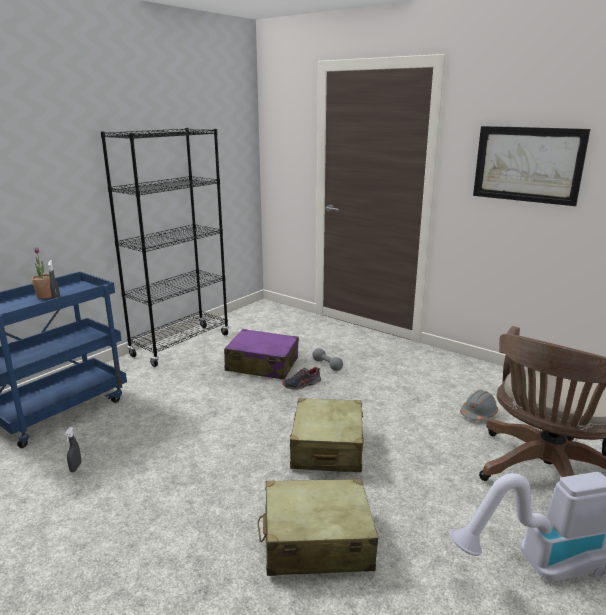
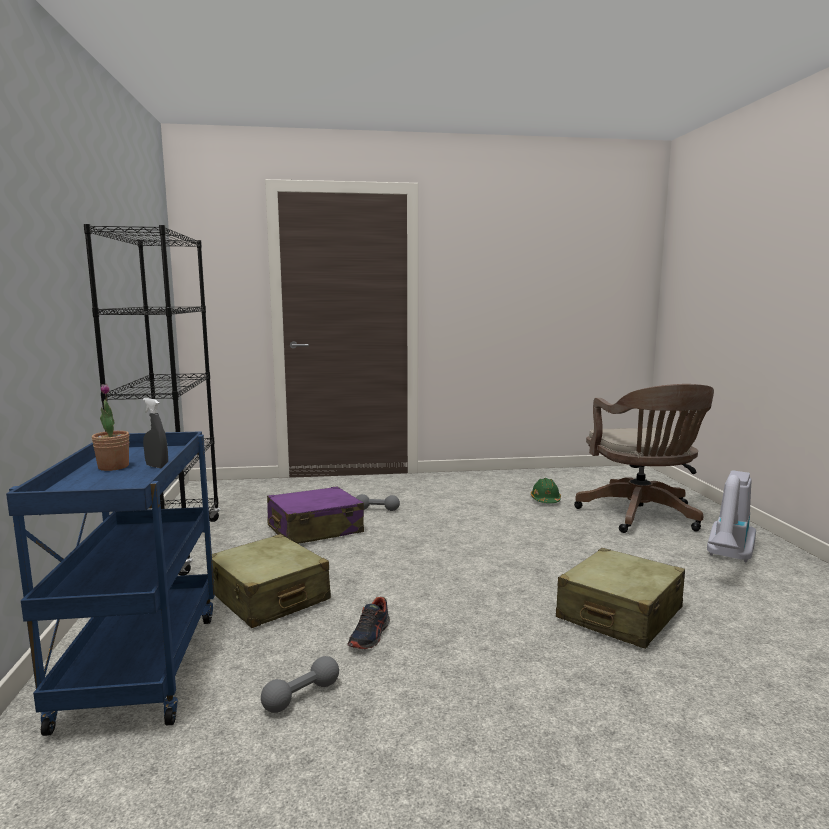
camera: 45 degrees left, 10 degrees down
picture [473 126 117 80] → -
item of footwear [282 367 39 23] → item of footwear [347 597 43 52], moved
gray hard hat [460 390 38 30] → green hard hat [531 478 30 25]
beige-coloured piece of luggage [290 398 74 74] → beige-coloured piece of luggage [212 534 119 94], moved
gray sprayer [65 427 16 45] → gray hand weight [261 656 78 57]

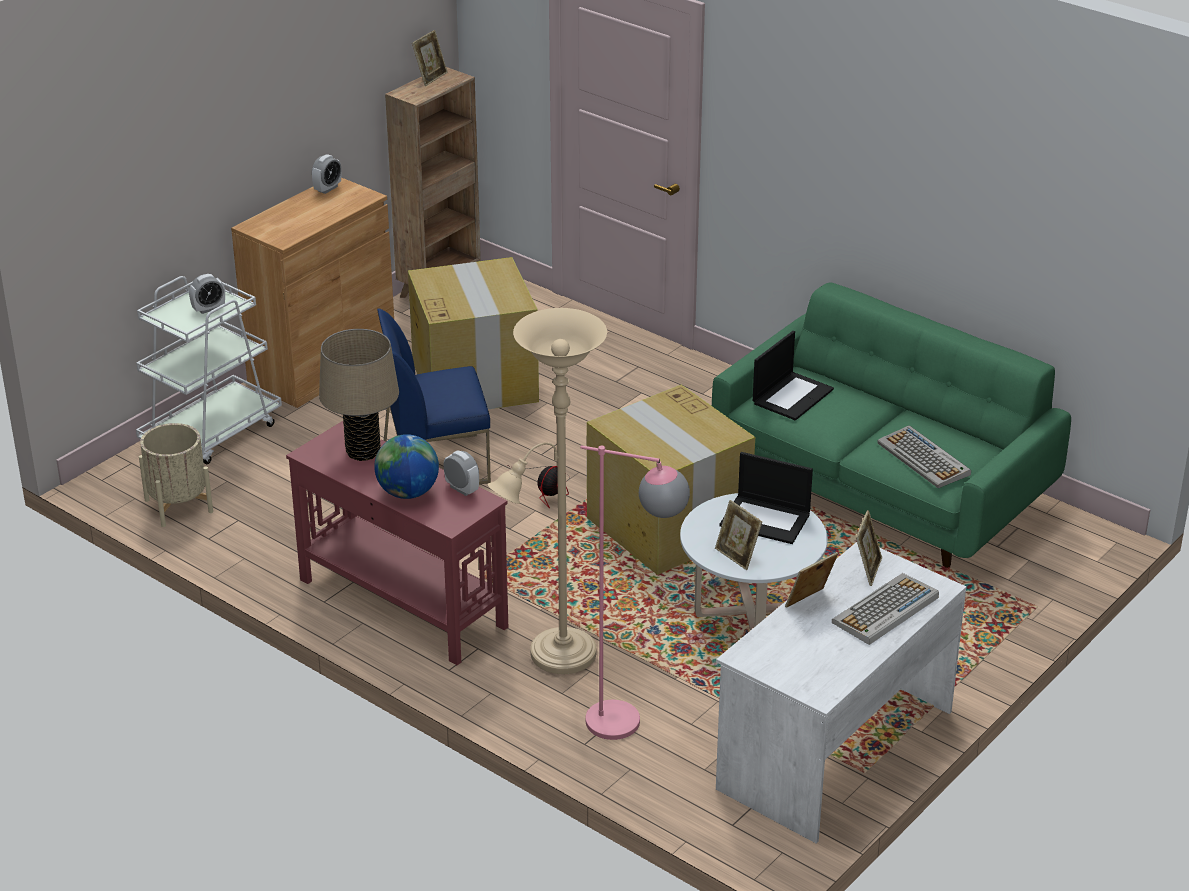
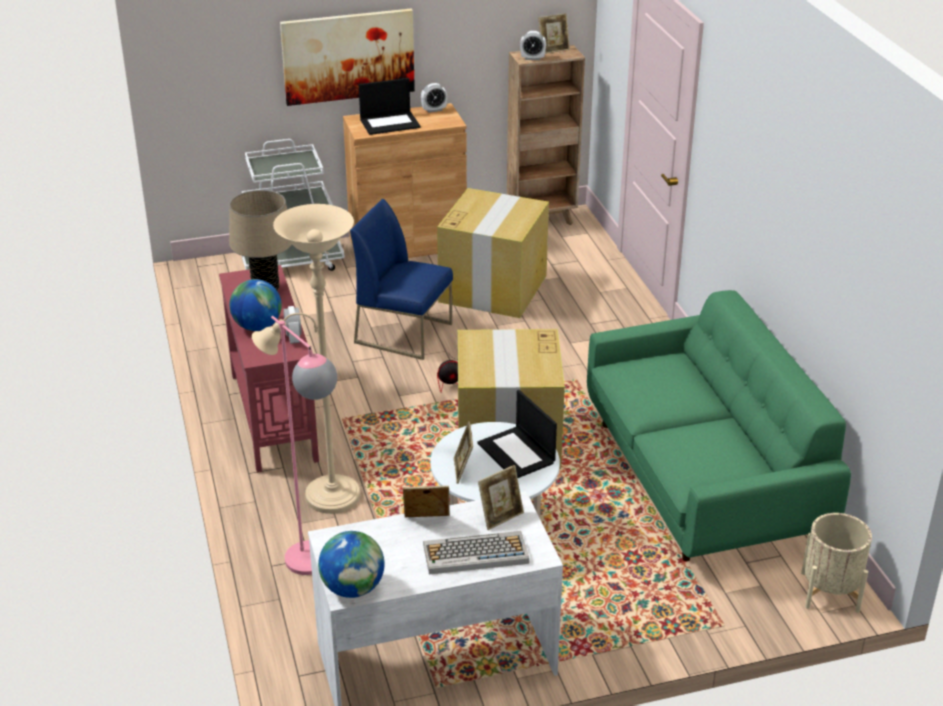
camera: 35 degrees right, 0 degrees up
bedside clock [189 274 36 40] → bedside clock [520 31 26 29], moved
notebook computer [753 331 81 89] → notebook computer [359 78 62 57], moved
beige-coloured plant pot [139 423 74 104] → beige-coloured plant pot [801 513 71 100], moved
PC keyboard [877 425 94 63] → -
- → picture [280 9 135 97]
- → world globe [318 531 67 67]

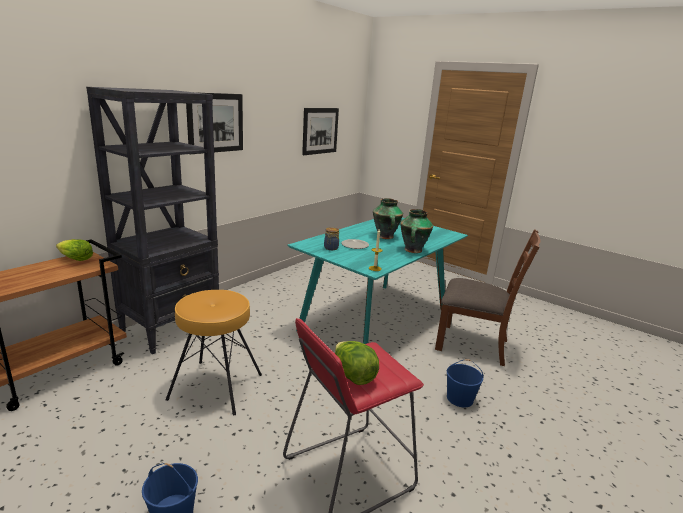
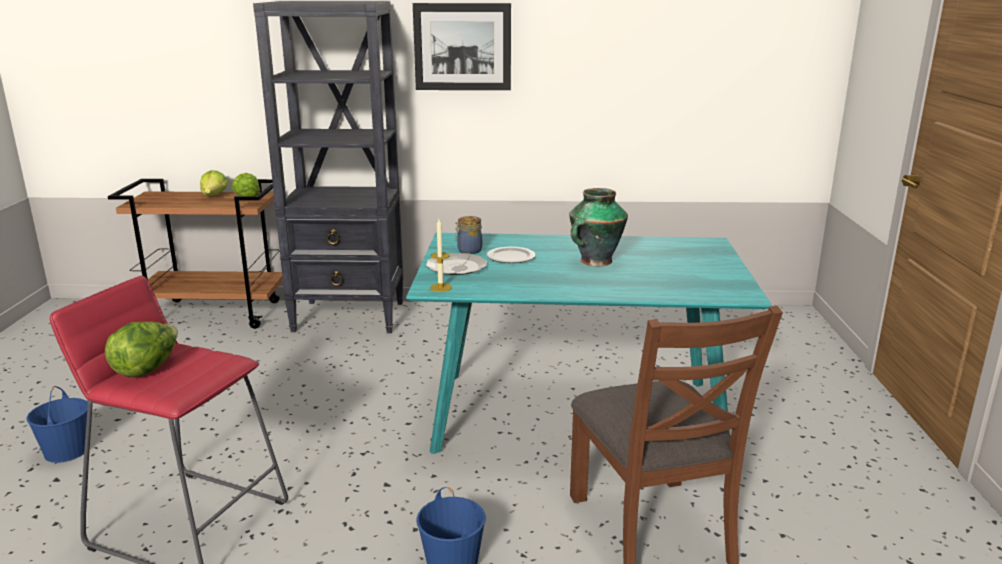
camera: 55 degrees right, 0 degrees up
picture [302 108 37 47] → -
vase [400 209 33 44] → -
brownish stool seat [166 290 96 125] → -
- → head of lettuce [200 170 28 26]
- → plate [426 253 61 22]

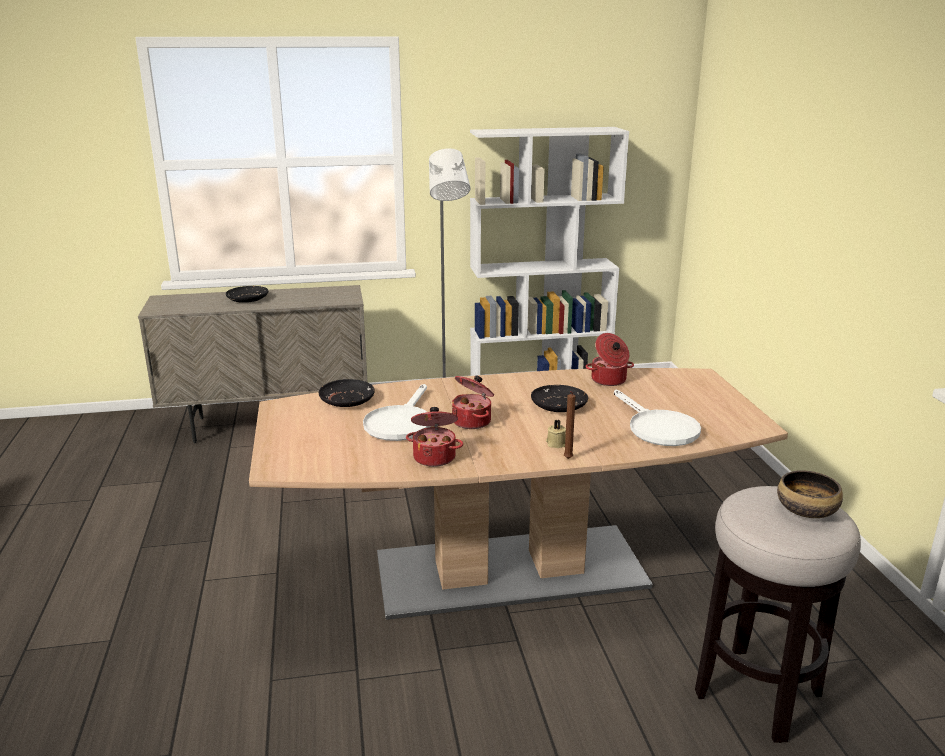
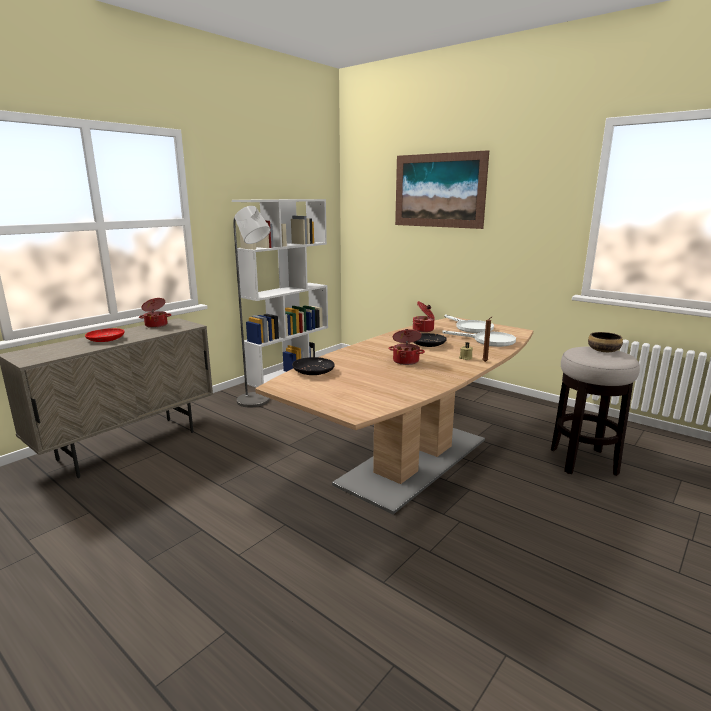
camera: 40 degrees left, 5 degrees down
black plate [226 286 42 17] → red-coloured plate [85 328 39 14]
white skillet [363 384 68 57] → white skillet [445 314 49 19], moved
stockpot [406 407 57 60] → stockpot [139 298 32 30], moved
- → picture [395 150 94 79]

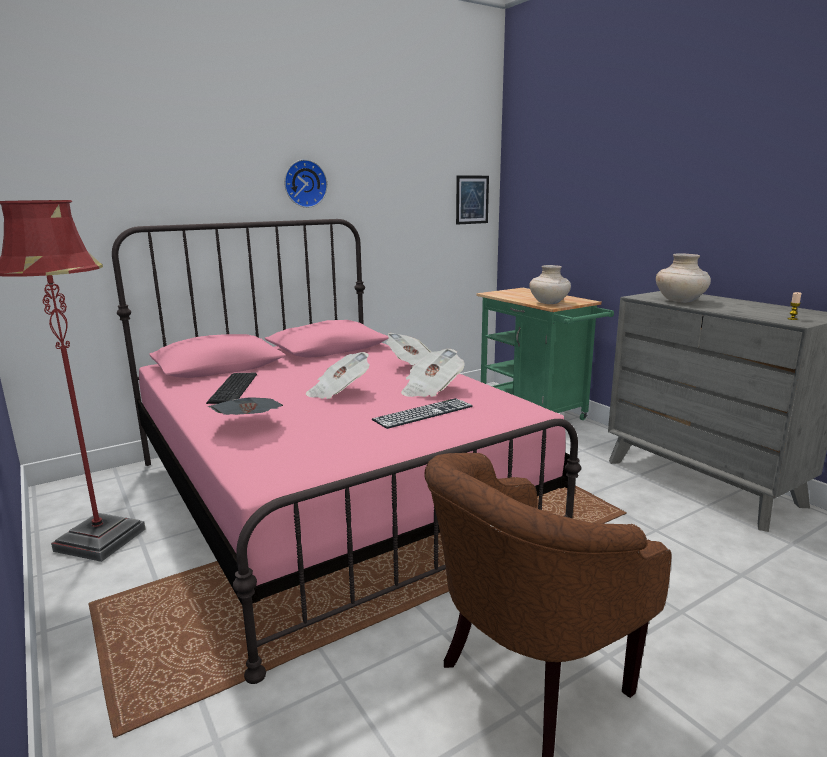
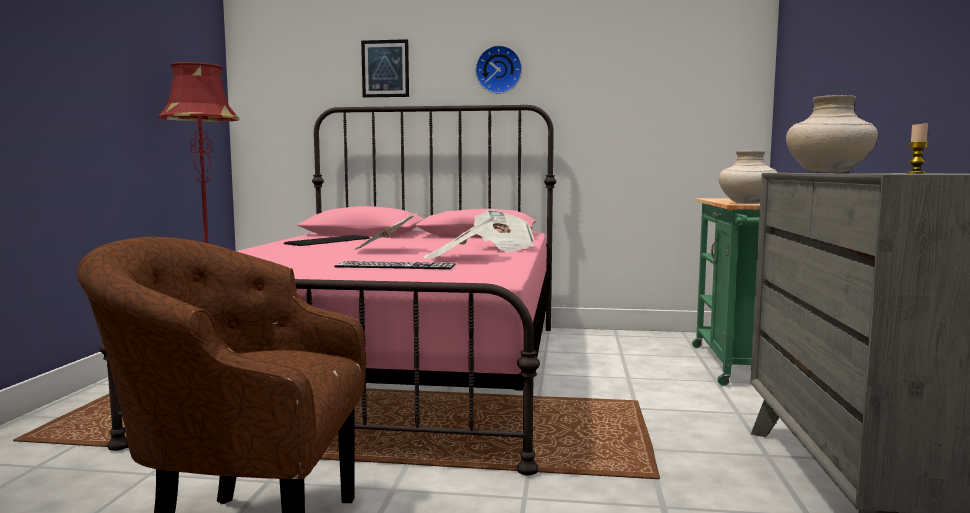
camera: 40 degrees right, 10 degrees down
picture [456 176 33 49] → picture [361 39 48 59], moved
daily paper [207 397 76 18] → -

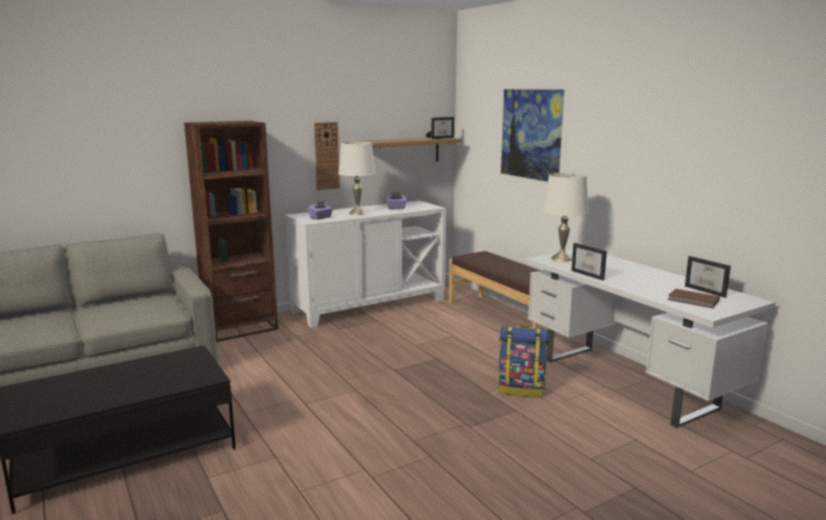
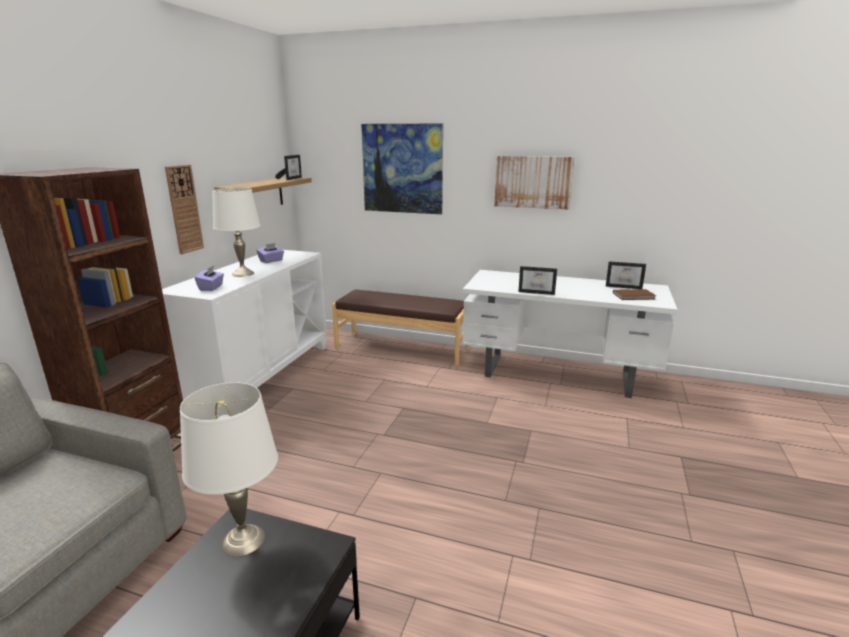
camera: 40 degrees left, 5 degrees up
white lamp for a table [542 173 47 89] → white lamp for a table [180 382 98 174], moved
backpack [498 325 50 72] → -
- → picture [494 156 80 54]

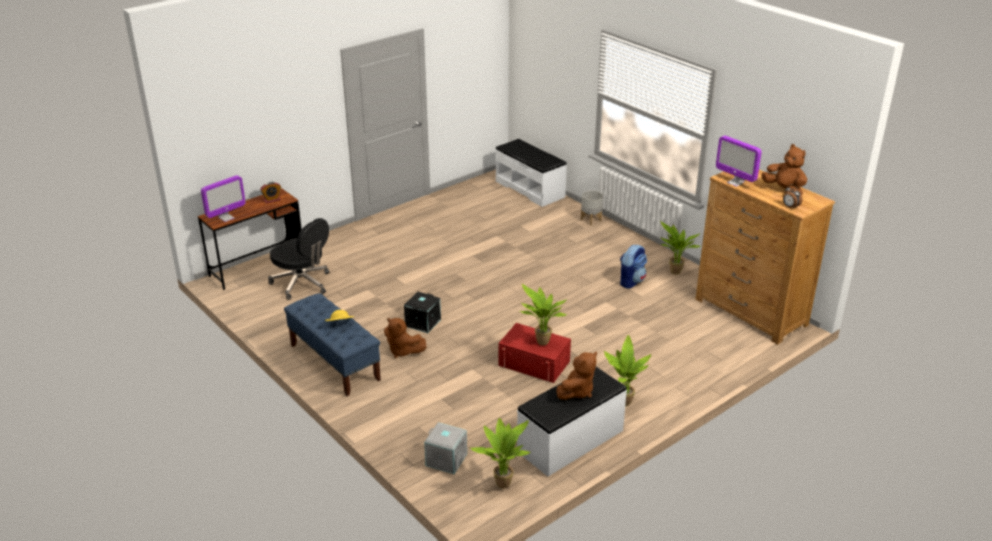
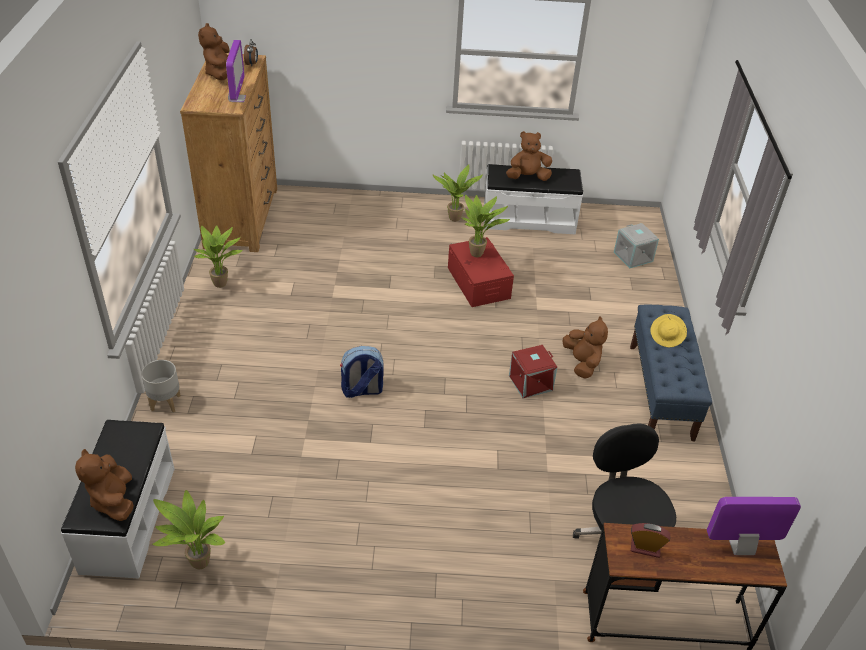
camera: 140 degrees left, 10 degrees up
backpack [620 244 27 44] → backpack [340 346 44 52], moved
black storage bin [404 292 37 41] → red-coloured storage bin [509 345 48 53]
potted plant [470 418 61 71] → potted plant [152 490 73 79], moved
- → brownish plush toy [75 449 59 72]

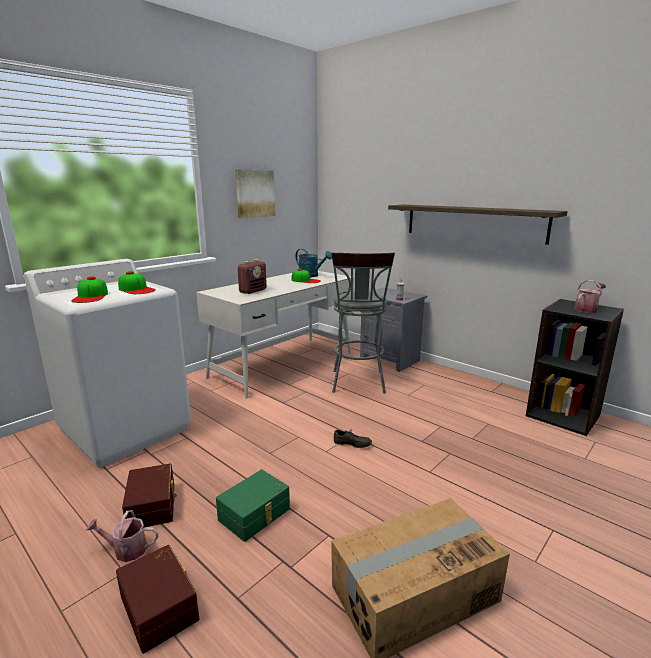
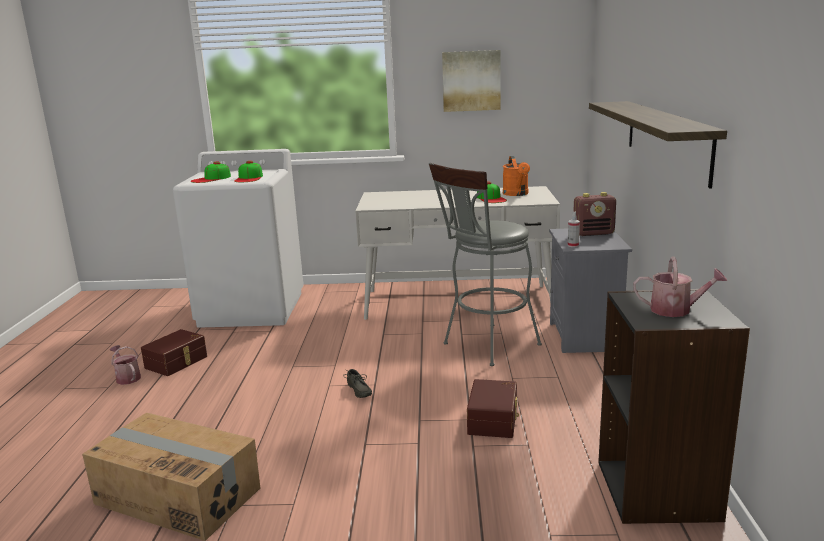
camera: 50 degrees right, 0 degrees up
turquoise-coloured watering can [295 249 37 28] → orange watering can [503 156 27 40]
radio set [237 259 30 35] → radio set [573 192 43 44], moved
green storage bin [216 470 74 72] → -
brownish storage bin [116 545 83 109] → brownish storage bin [467 379 52 59], moved

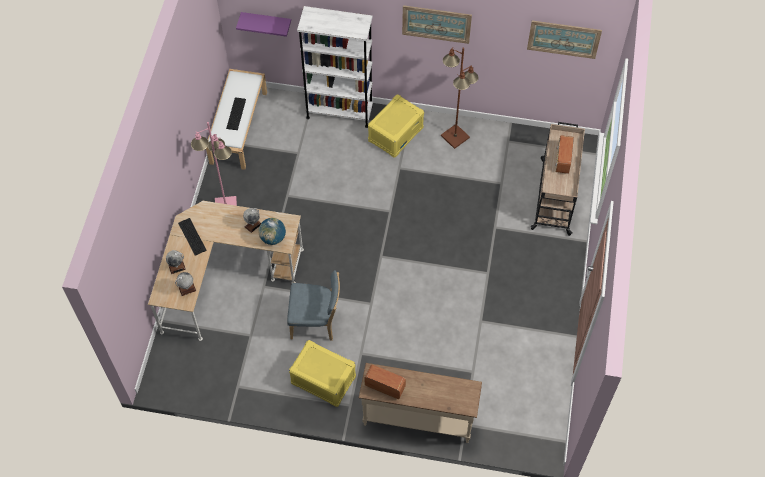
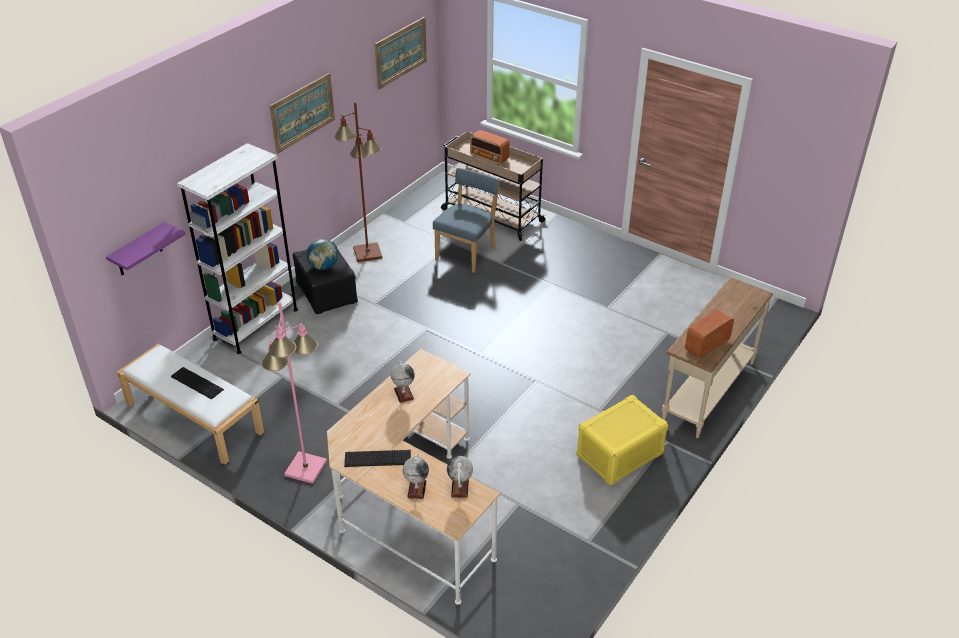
camera: 65 degrees left, 20 degrees down
yellowish storage bin [368 94 56 63] → black storage bin [292 242 66 72]
world globe [258 218 28 27] → world globe [306 239 32 31], moved
blue-coloured upright chair [287 270 53 71] → blue-coloured upright chair [433 168 67 105], moved

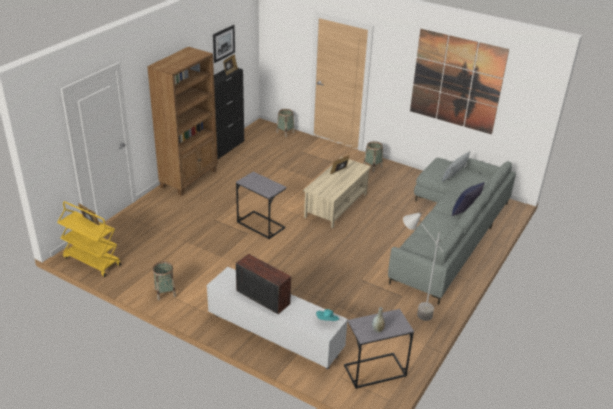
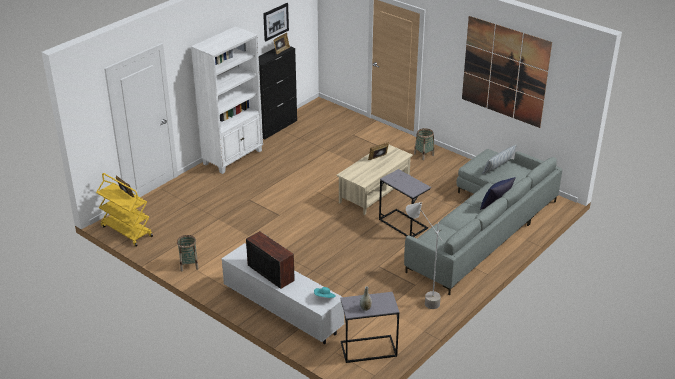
camera: 10 degrees right, 0 degrees up
brownish bookshelf [147 46 71 150] → white bookshelf [191 26 72 148]
household basket [276 109 19 28] → -
gray end table [236 172 51 67] → gray end table [379 169 52 68], moved

